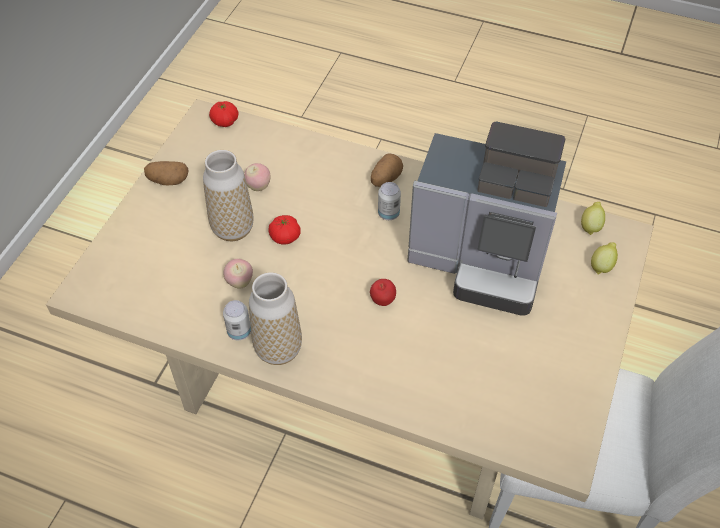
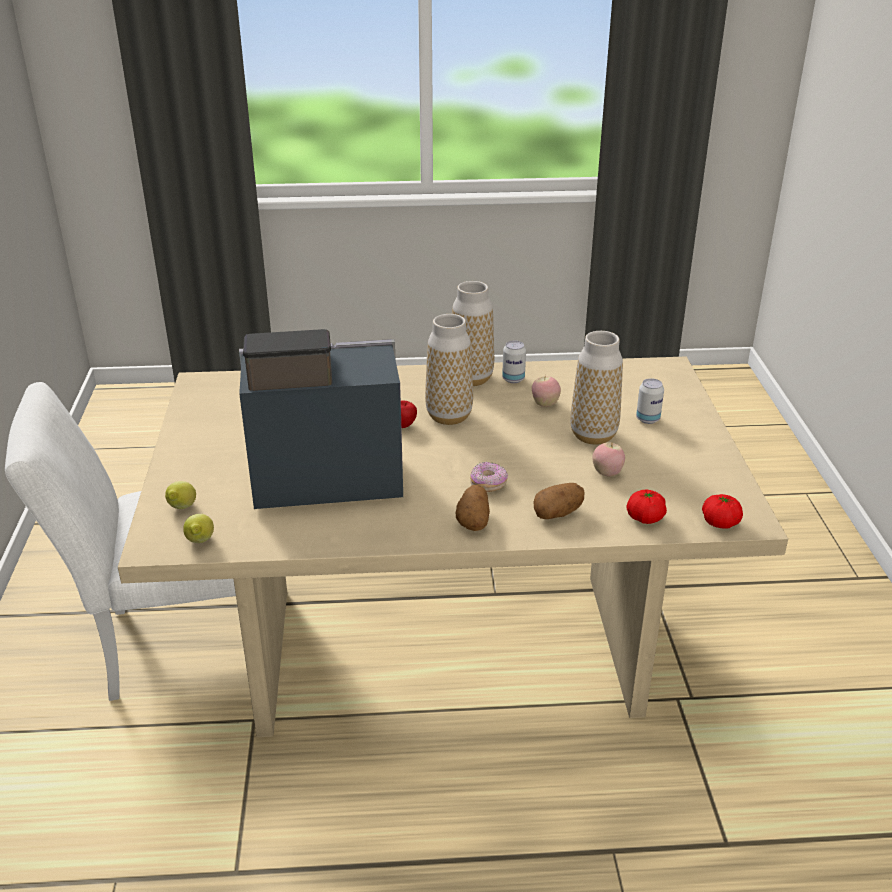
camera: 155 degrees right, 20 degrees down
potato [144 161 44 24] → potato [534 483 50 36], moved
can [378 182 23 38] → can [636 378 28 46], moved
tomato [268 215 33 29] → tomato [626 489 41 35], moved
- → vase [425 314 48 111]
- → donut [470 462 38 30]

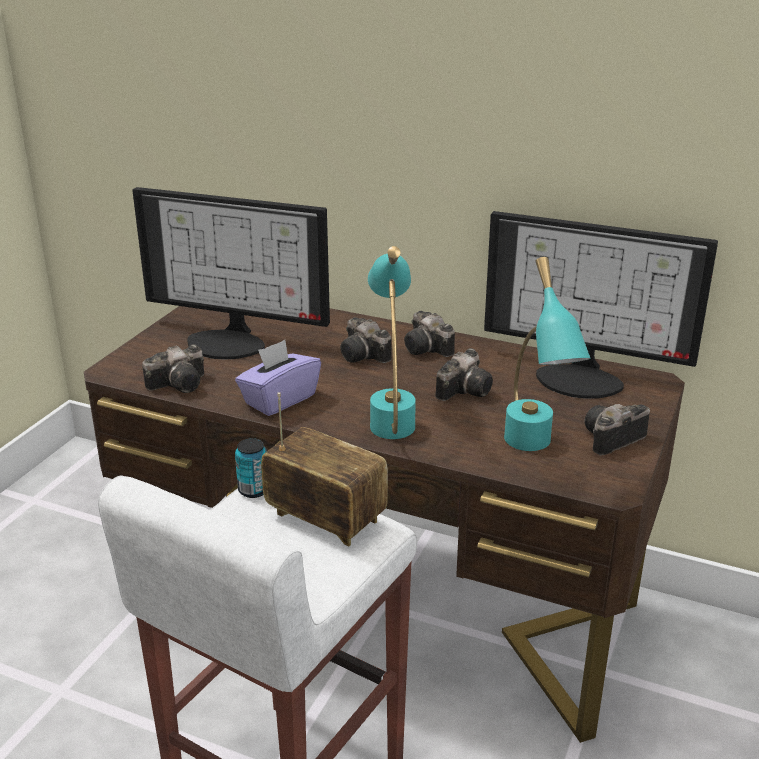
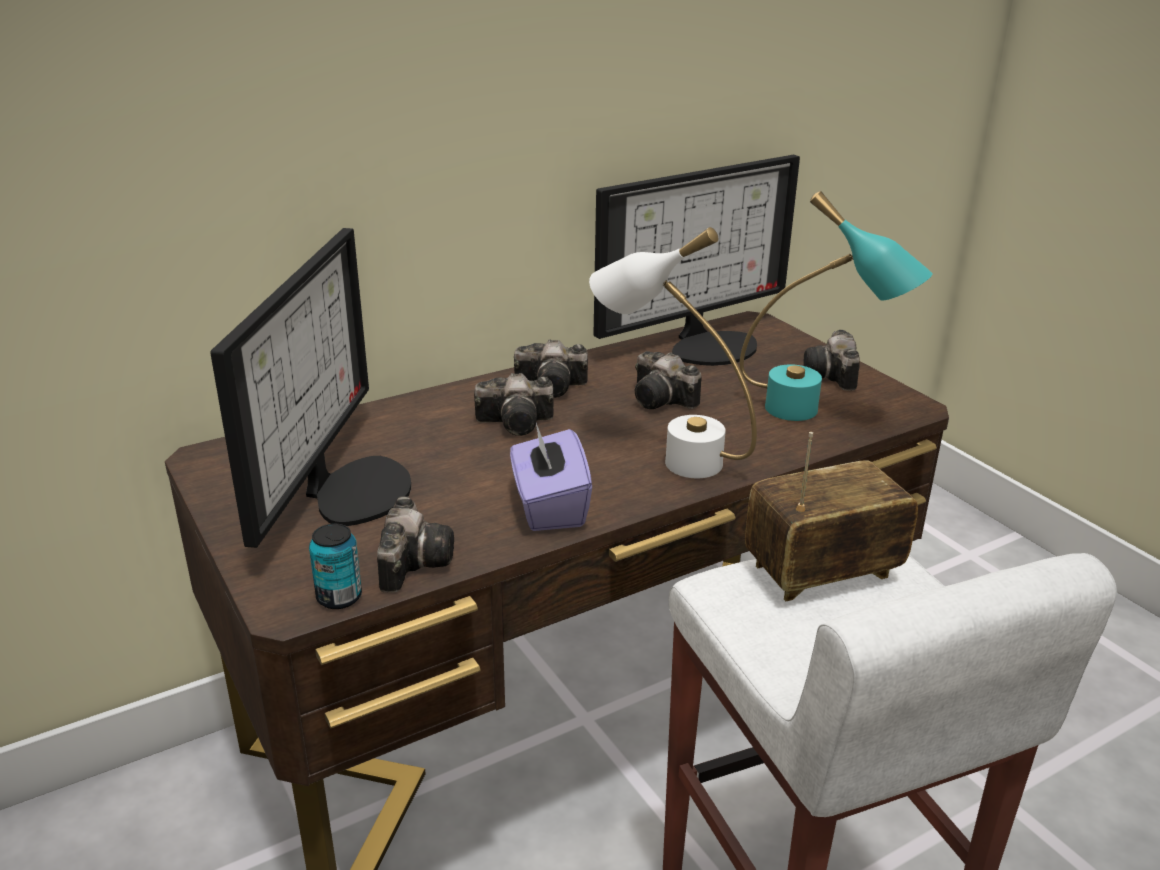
camera: 55 degrees left, 0 degrees up
computer screen [132 187 198 172] → computer screen [211 228 200 320], 45 degrees counterclockwise
turquoise-coloured lamp for a table [368 246 48 193] → white lamp for a table [589 227 168 251]
photo camera [435 348 58 53] → photo camera [635 351 67 58], 150 degrees clockwise
can [235 438 32 60] → can [309 524 53 85], moved

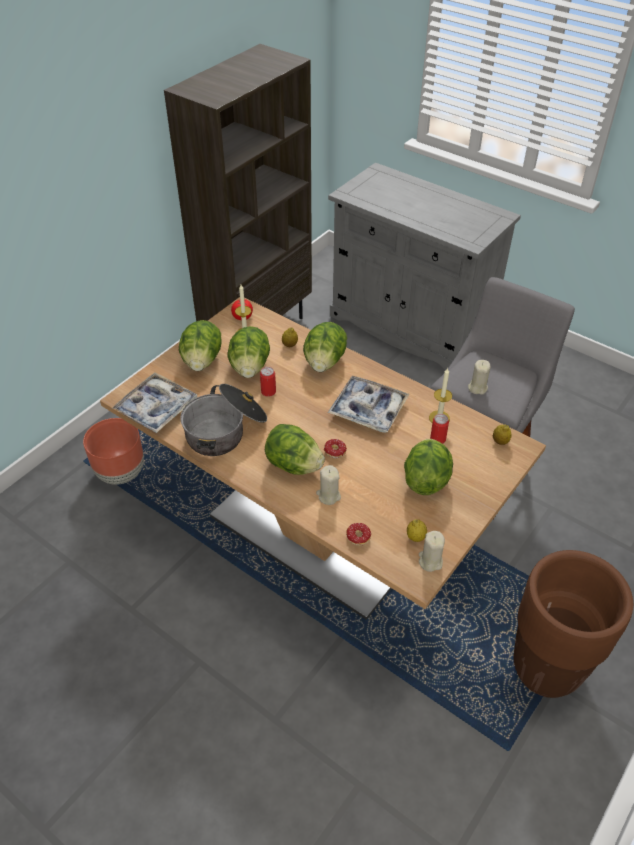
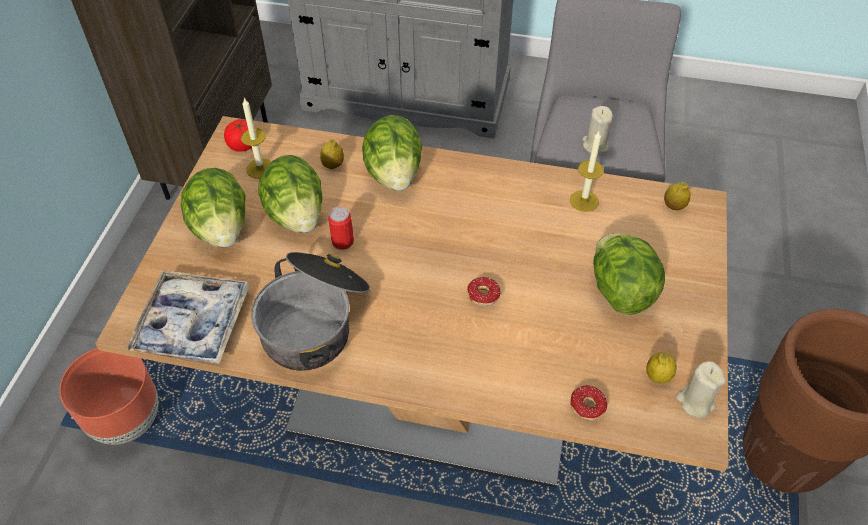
camera: 25 degrees left, 5 degrees up
tray [328 376 82 57] → -
can [430 414 19 30] → -
head of lettuce [265 424 60 51] → -
beige-coloured wax light [316 465 25 40] → -

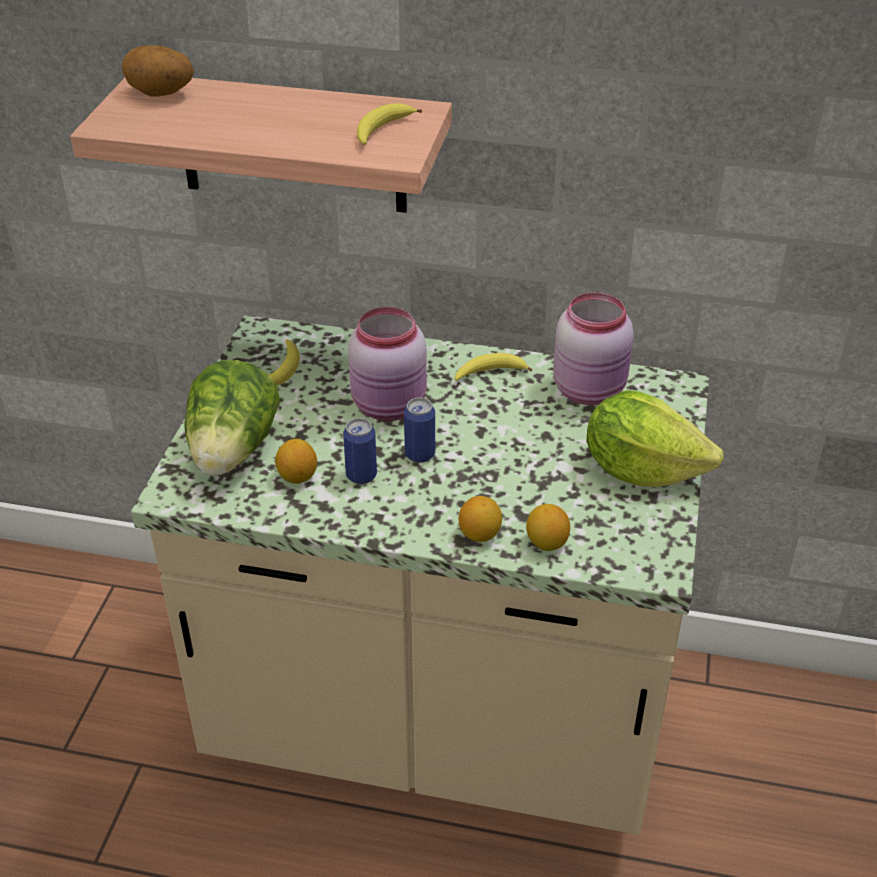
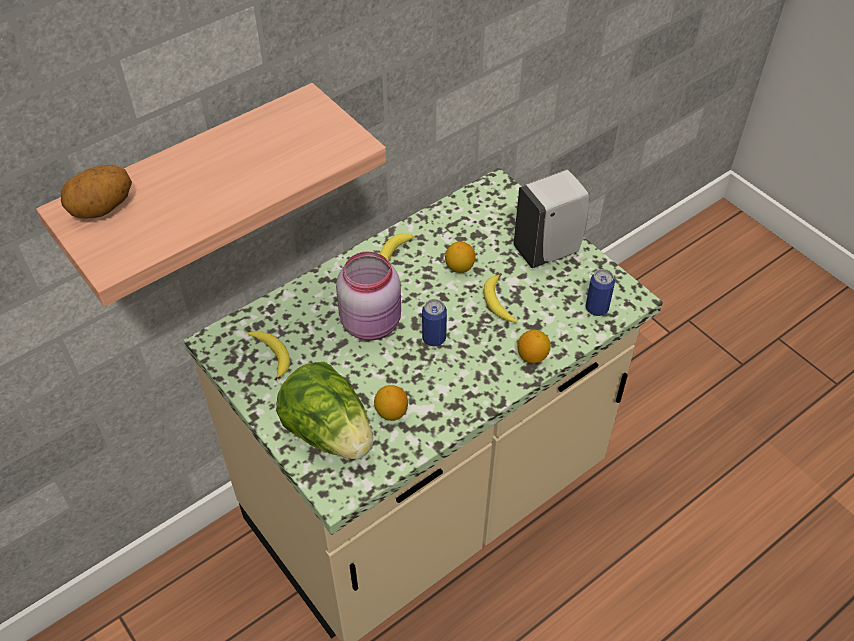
camera: 50 degrees left, 10 degrees up
whole banana [357 103 65 42] → whole banana [484 273 34 50], moved
pink-coloured jar [553 292 81 113] → -
head of lettuce [586 390 138 97] → white soap dispenser [514 170 75 98]
can [343 418 34 66] → can [586 269 29 47], moved
lemon [526 504 44 47] → lemon [445 241 31 32], moved

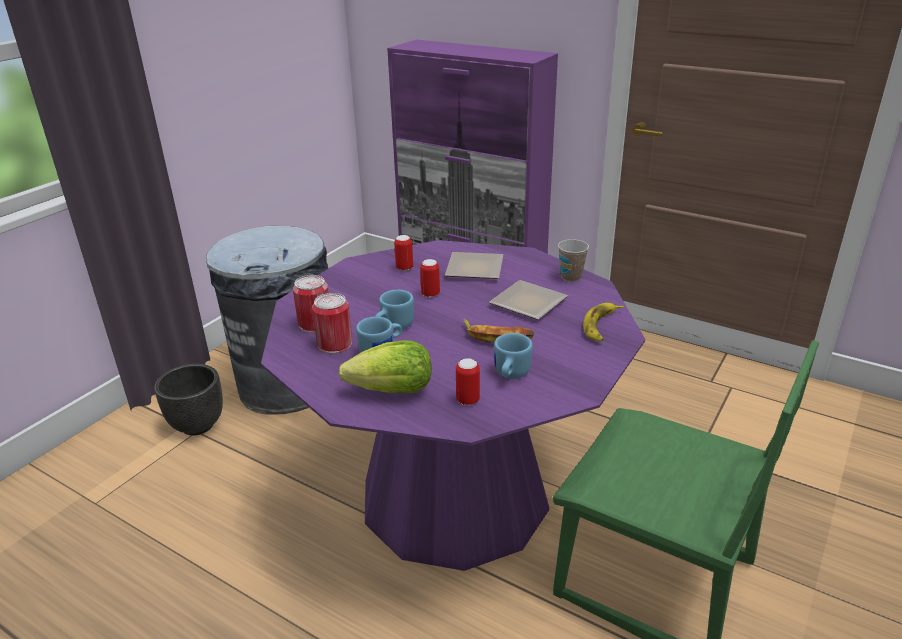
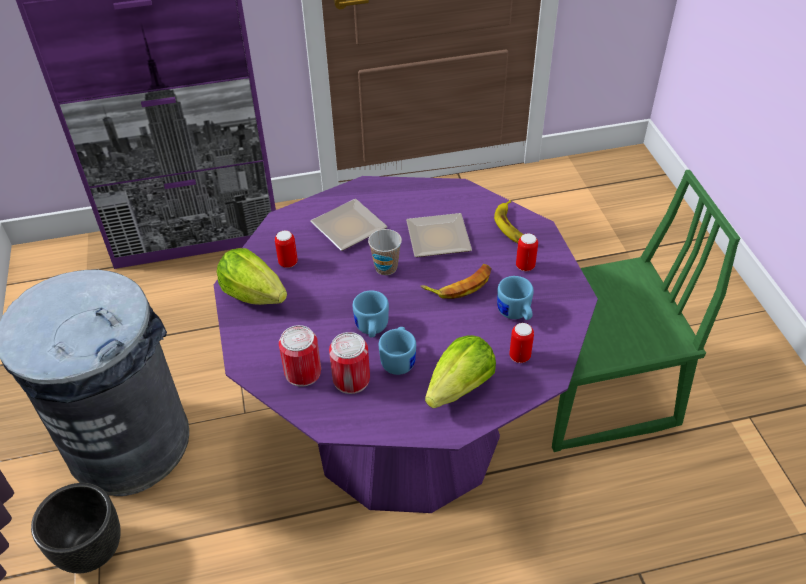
camera: 45 degrees left, 15 degrees up
drinking cup [558 239 31 43] → drinking cup [368 229 34 46], moved
can [420 259 20 39] → can [516 233 22 38], moved
- → head of lettuce [217 248 70 57]

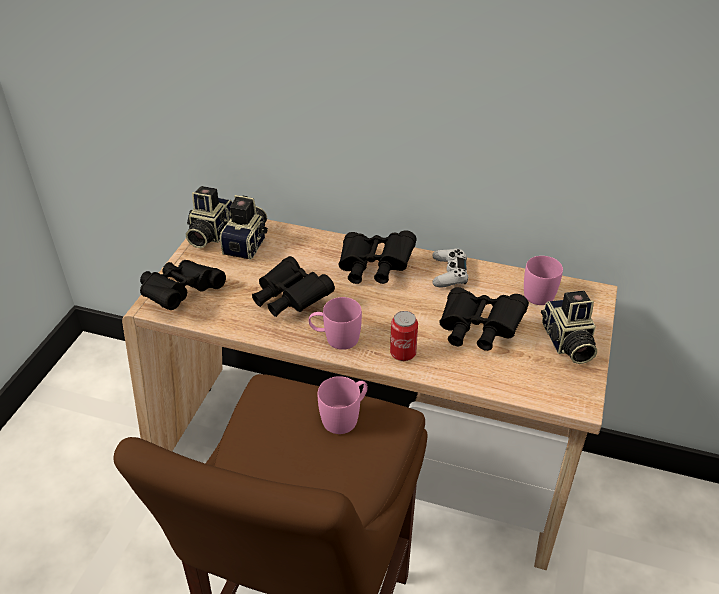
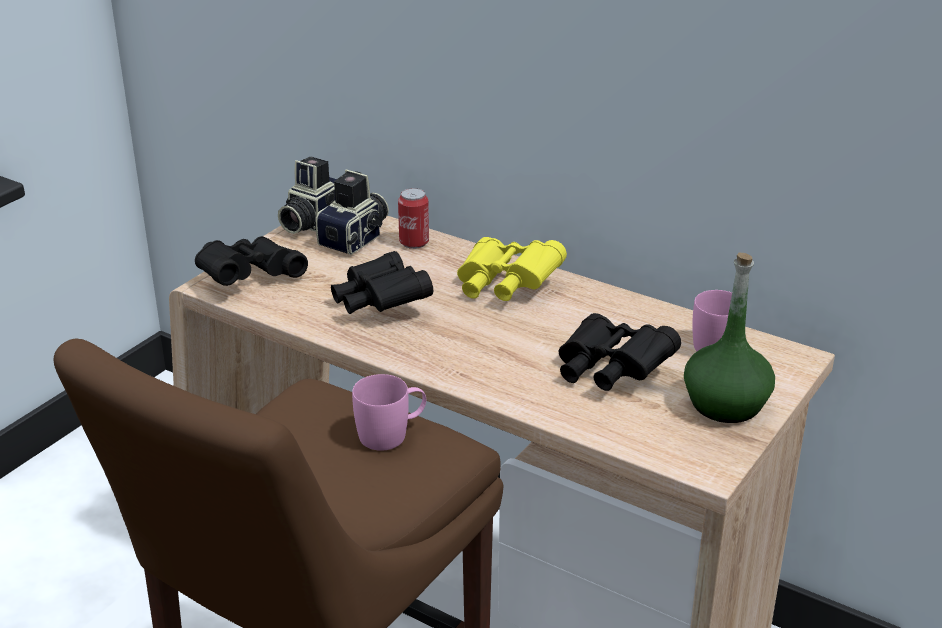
camera: 15 degrees right, 10 degrees down
black binoculars [338 230 79 54] → yellowish binoculars [457 237 110 64]
white joypad [432 248 36 39] → -
photo camera [541 291 56 73] → green beverage bottle [684 253 91 170]
pink-coloured mug [309 297 53 53] → -
can [390 311 28 50] → can [398 188 31 61], moved

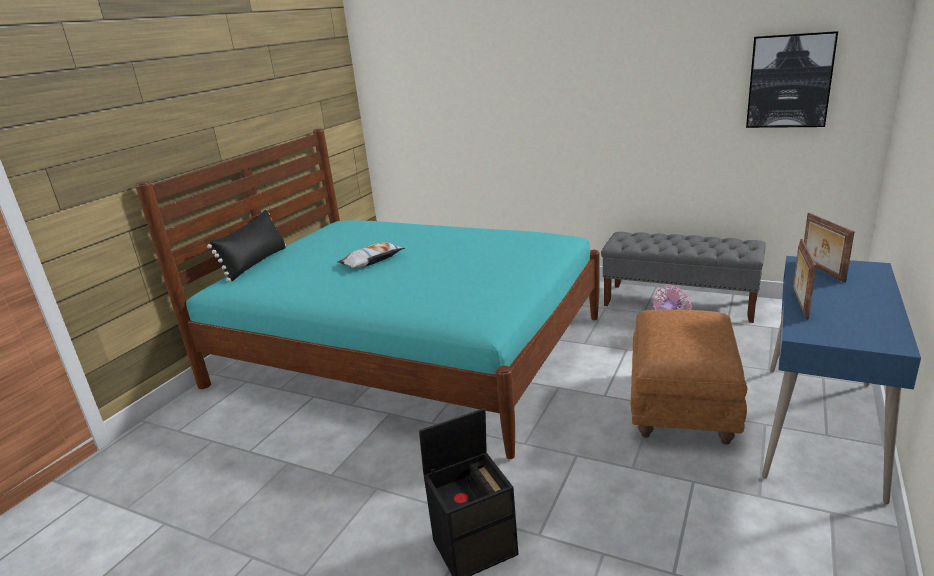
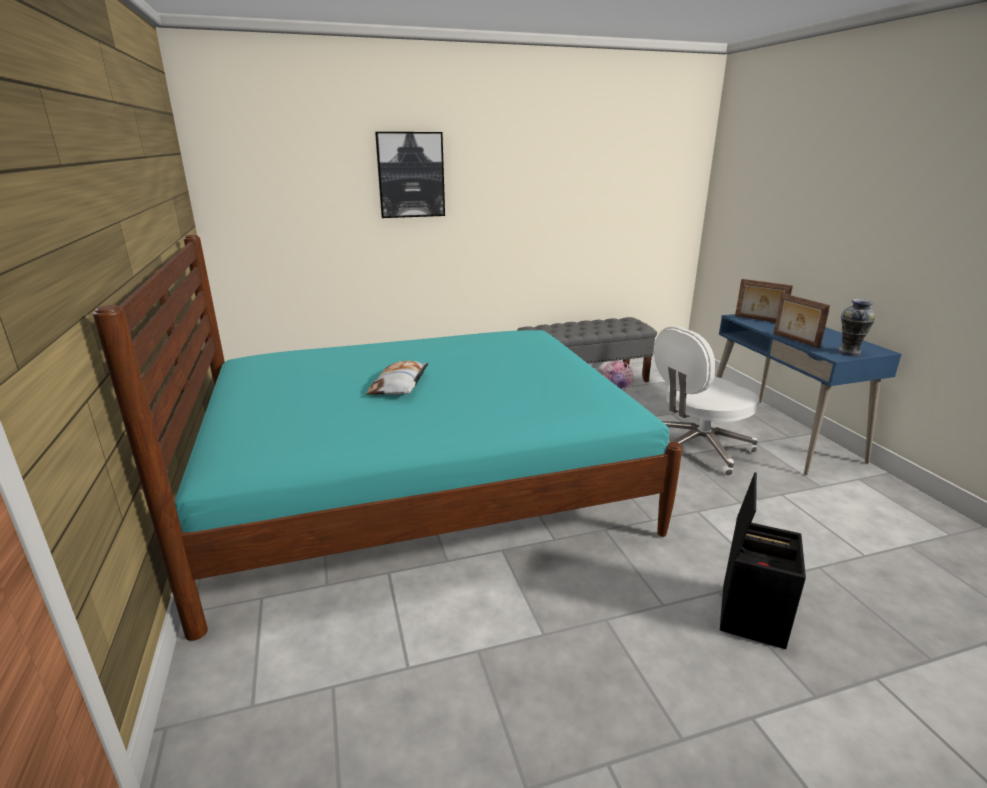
camera: 45 degrees left, 0 degrees up
picture [746 31 92 97] → picture [375 132 70 86], moved
black throw pillow [207 210 79 72] → -
brownish footrest [630 309 117 136] → white desk chair [654 326 105 150]
- → vase [837 299 38 57]

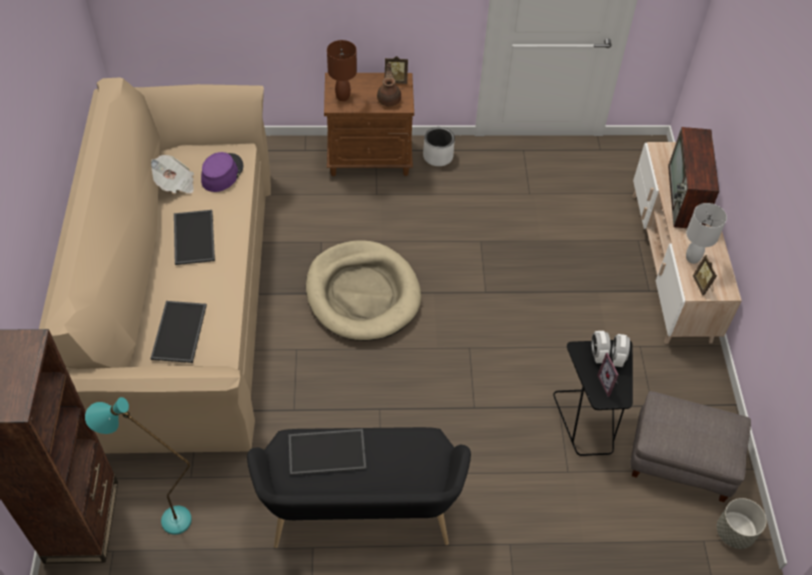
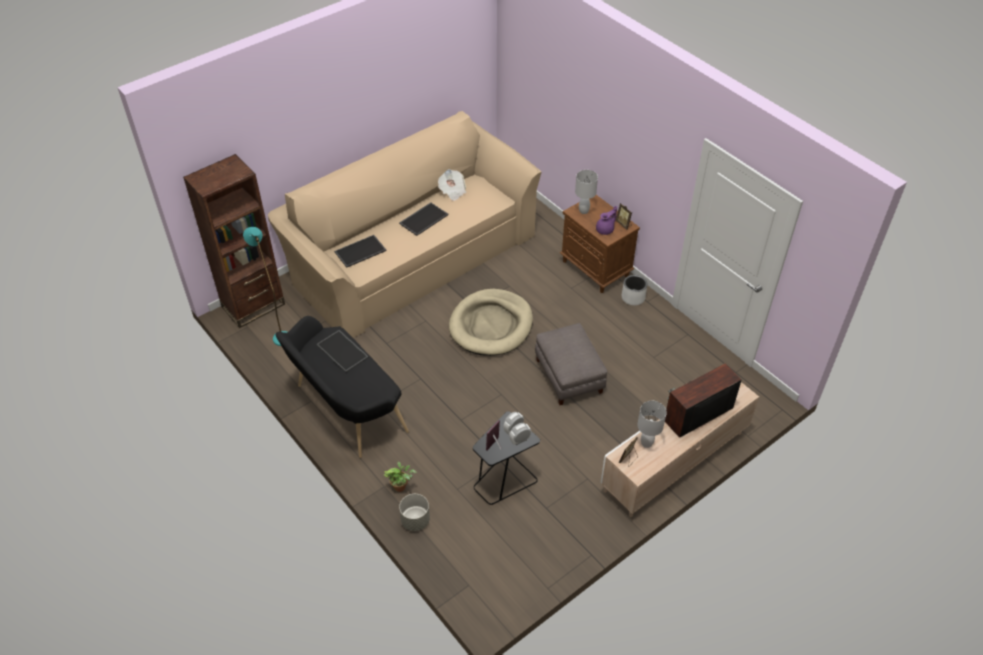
camera: 55 degrees right, 5 degrees down
brownish lamp for a table [327 40 30 61] → white lamp for a table [575 170 23 44]
brownish pot for tea [377 63 24 43] → purple pot for tea [596 206 21 29]
purple wearable hat [201 152 43 40] → -
gray footrest [630 391 121 111] → gray footrest [535 323 72 82], moved
gray plant pot [717 498 50 51] → gray plant pot [399 494 31 37], moved
- → potted plant [383 461 34 31]

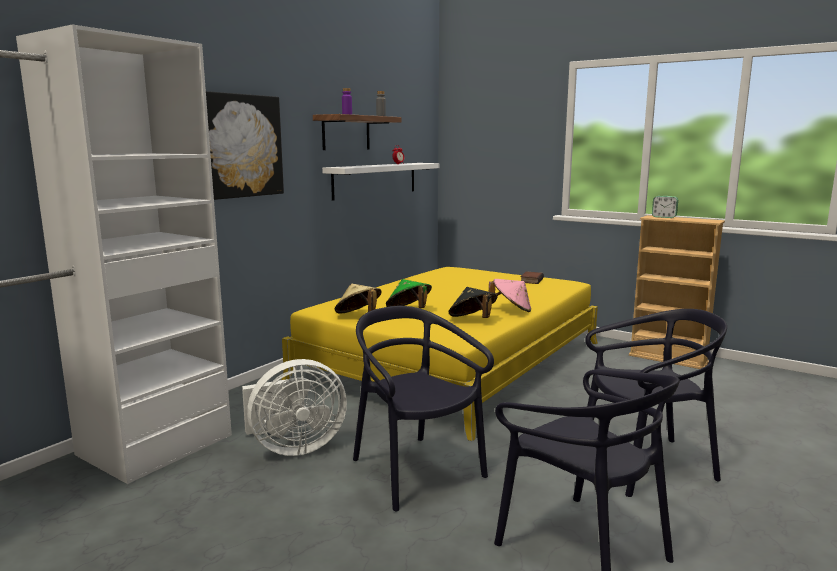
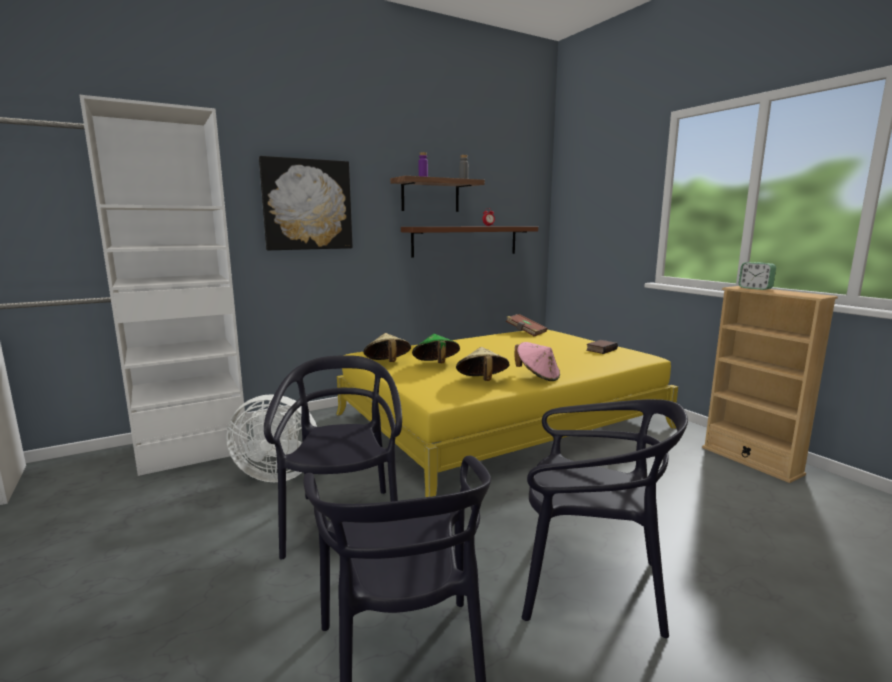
camera: 25 degrees right, 0 degrees up
white bracket shelf [322 163 117 38] → brownish bracket shelf [401 226 137 32]
black wearable hat [449 287 48 31] → beige-coloured wearable hat [456 347 54 34]
- → brownish book [506 314 41 22]

